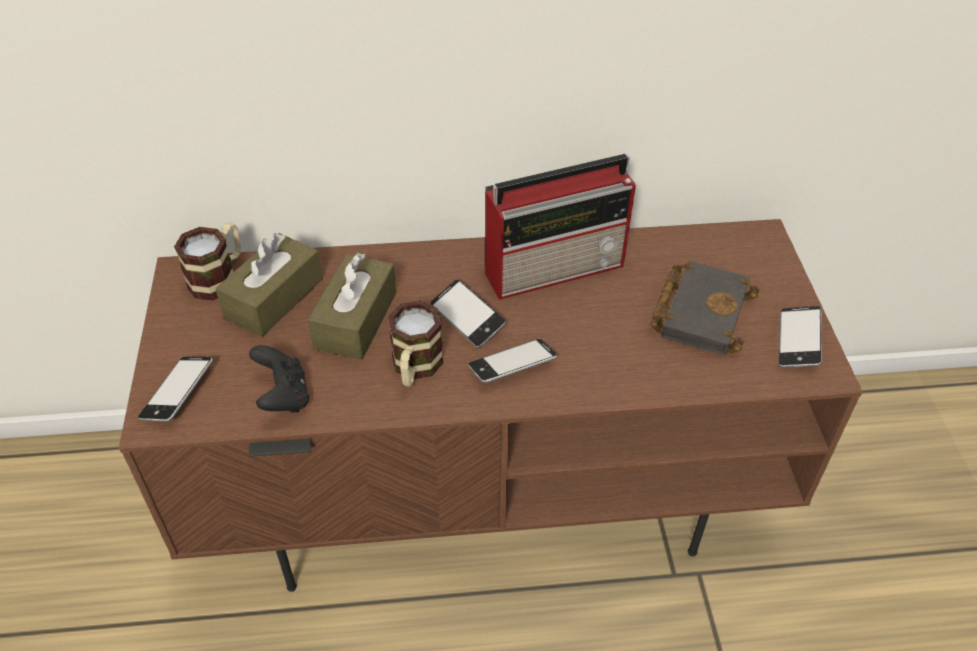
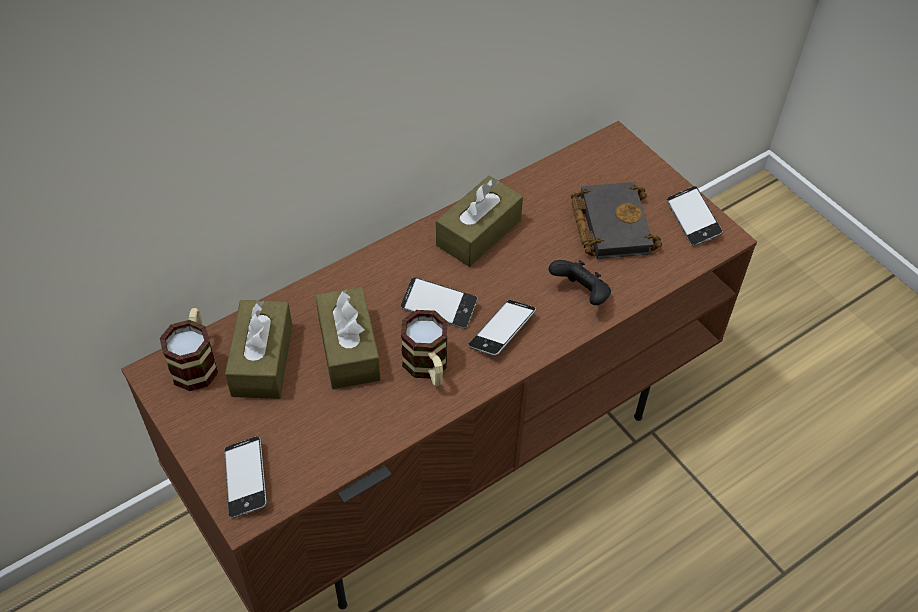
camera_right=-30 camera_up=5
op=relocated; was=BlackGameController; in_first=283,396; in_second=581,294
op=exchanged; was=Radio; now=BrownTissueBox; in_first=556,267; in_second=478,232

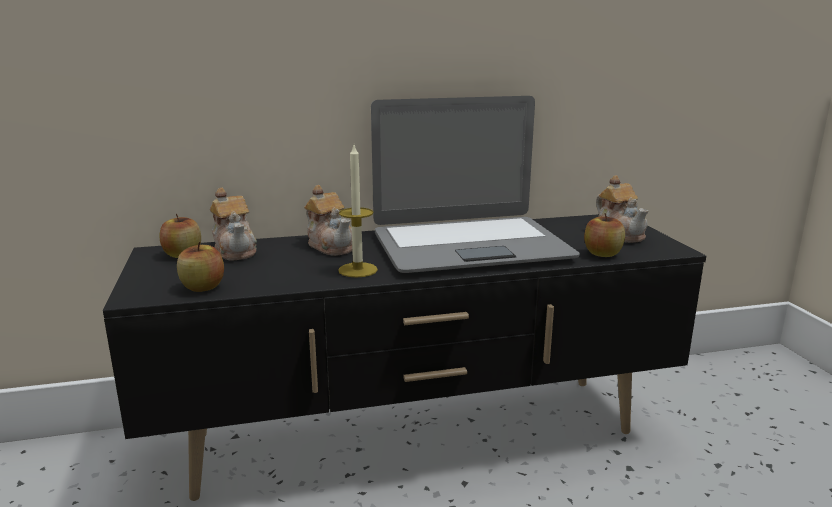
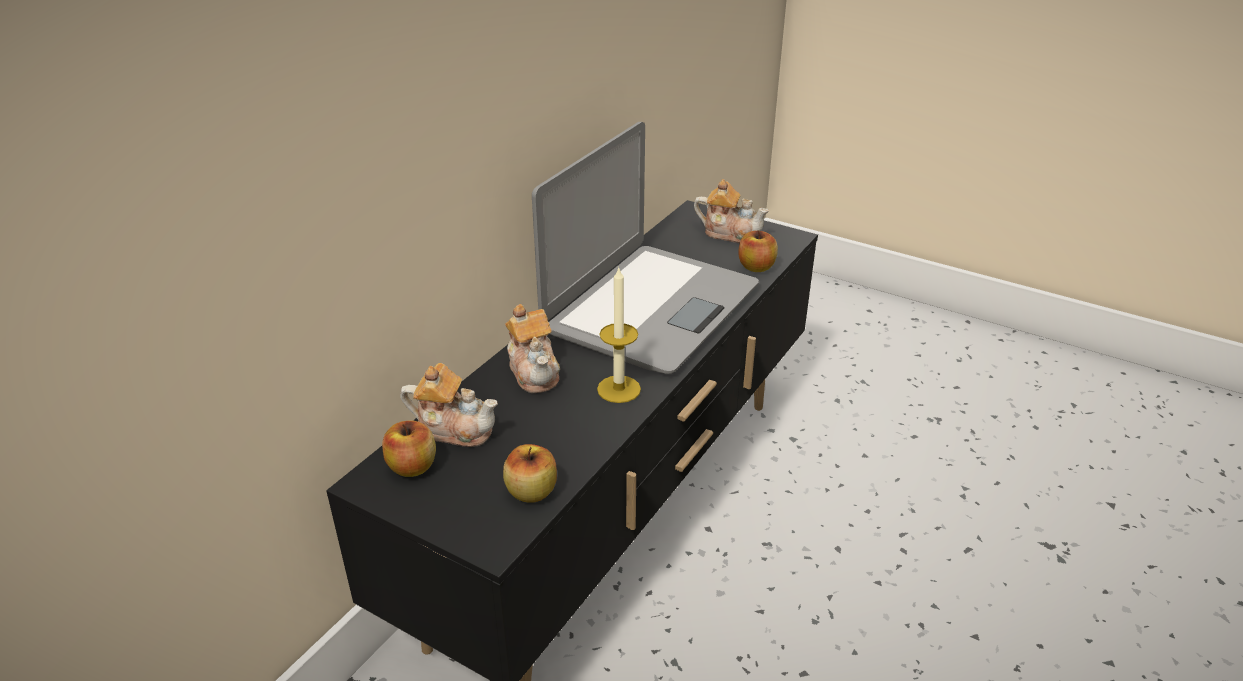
camera_right=-45 camera_up=15
op=spun; was=Teapot; in_first=331,246; in_second=534,371; clockwise=60

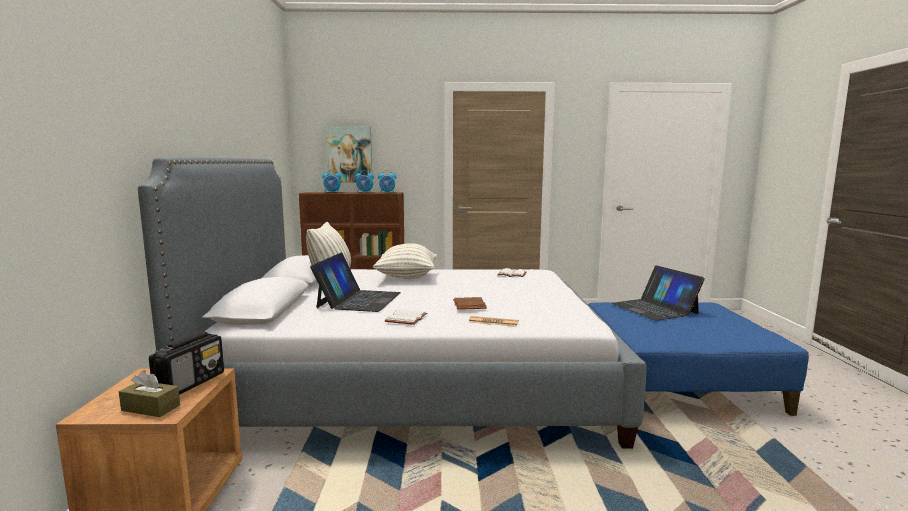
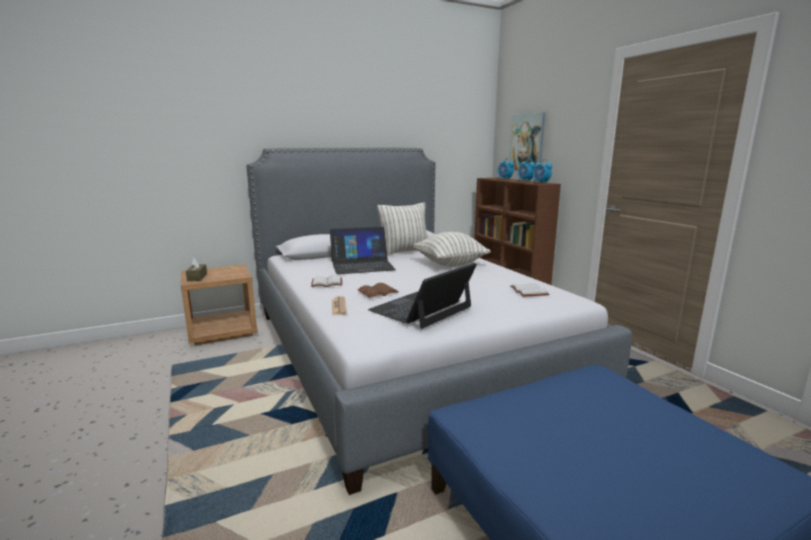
camera_right=65 camera_up=5
op=missing; was=Radio; in_first=191,383
op=relocated; was=Laptop; in_first=654,308; in_second=421,309

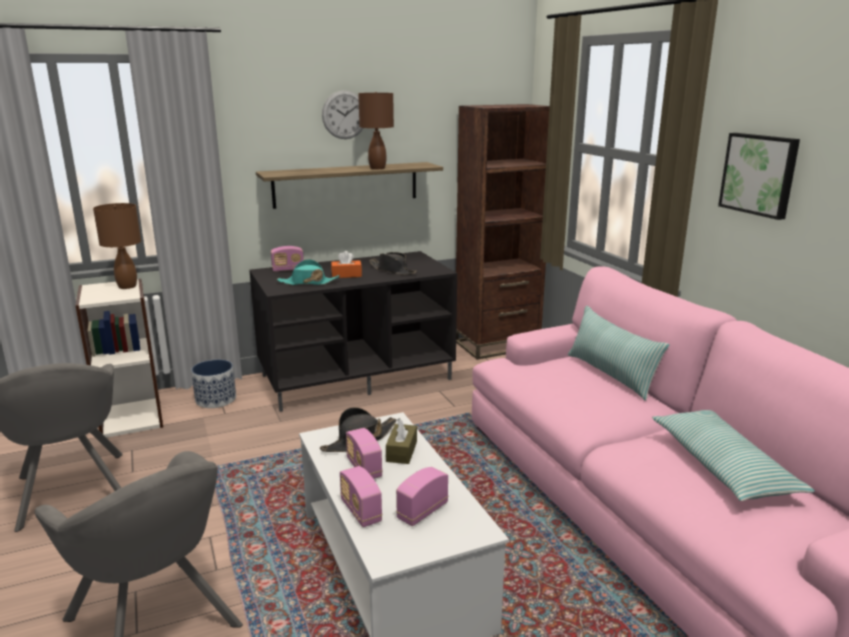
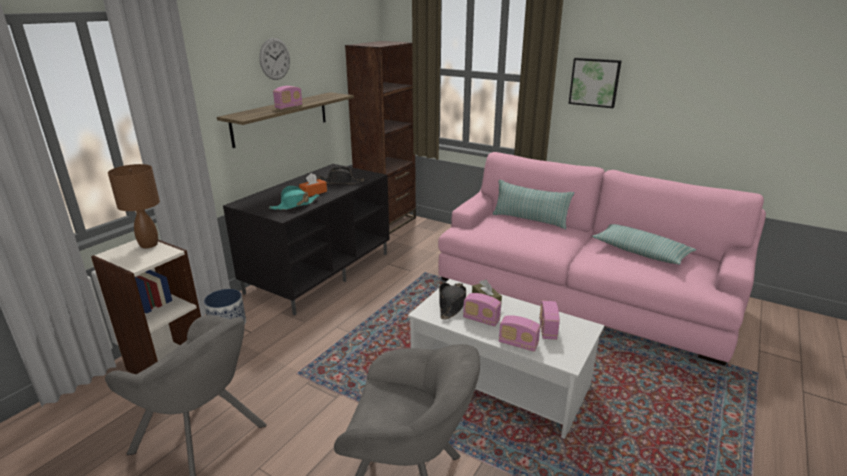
camera_right=-35 camera_up=5
op=relocated; was=Radio; in_first=288,270; in_second=289,107
op=missing; was=BrownTableLamp; in_first=378,168

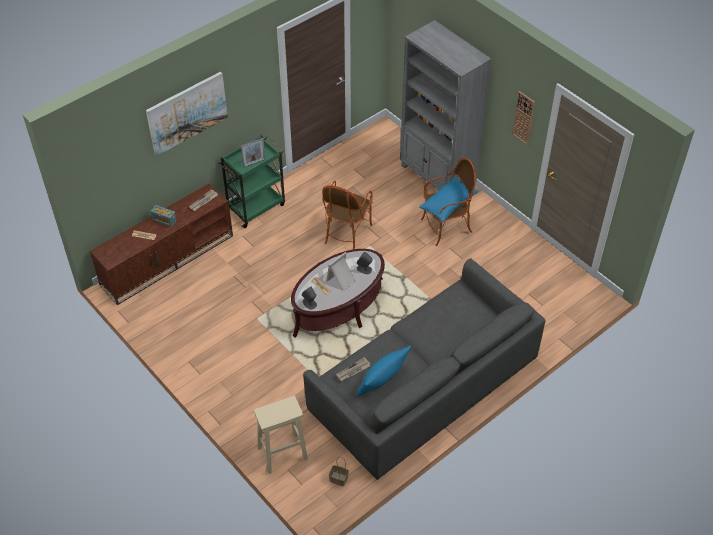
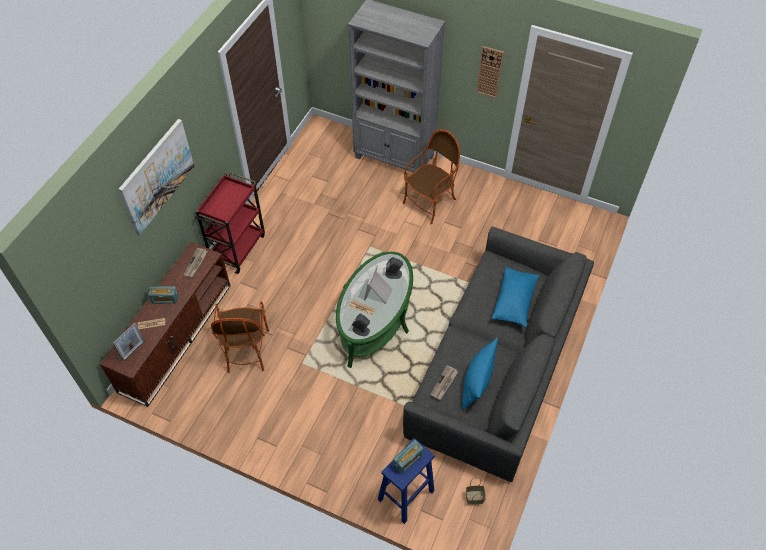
camera_right=-25 camera_up=5
op=colour; was=GreenCart; now=RedCart; in_first=256,207; in_second=237,247
op=relocated; was=PictureFrame; in_first=254,163; in_second=133,350
op=colour; was=BeigeStool; now=BlueStool; in_first=283,453; in_second=406,494
op=colour; was=BrownCoffeeTable; now=GreenCoffeeTable; in_first=339,307; in_second=375,319
op=relocated; was=Armchair; in_first=347,233; in_second=246,350
op=relocated; was=BluePillow; in_first=448,205; in_second=514,301
op=appeared; now=Radio; in_second=408,460

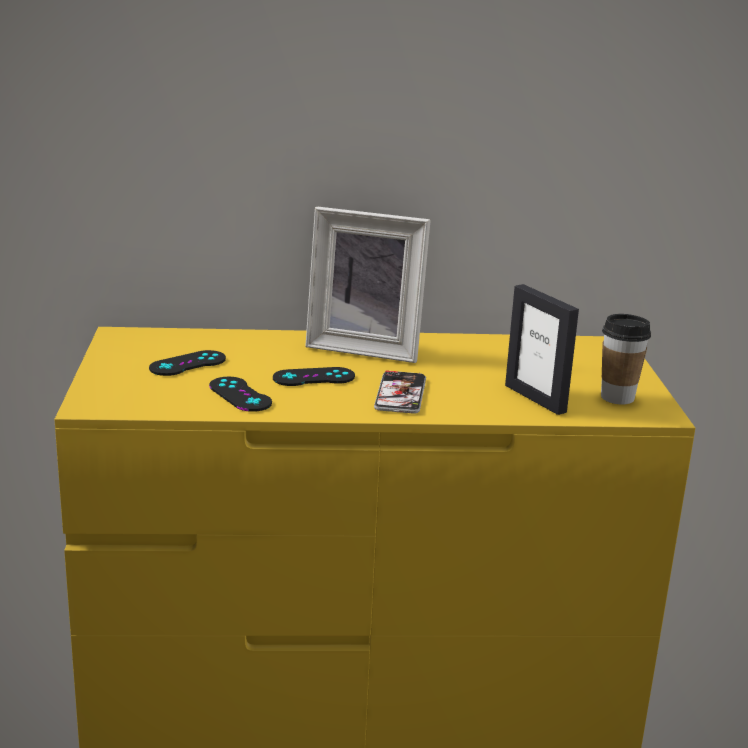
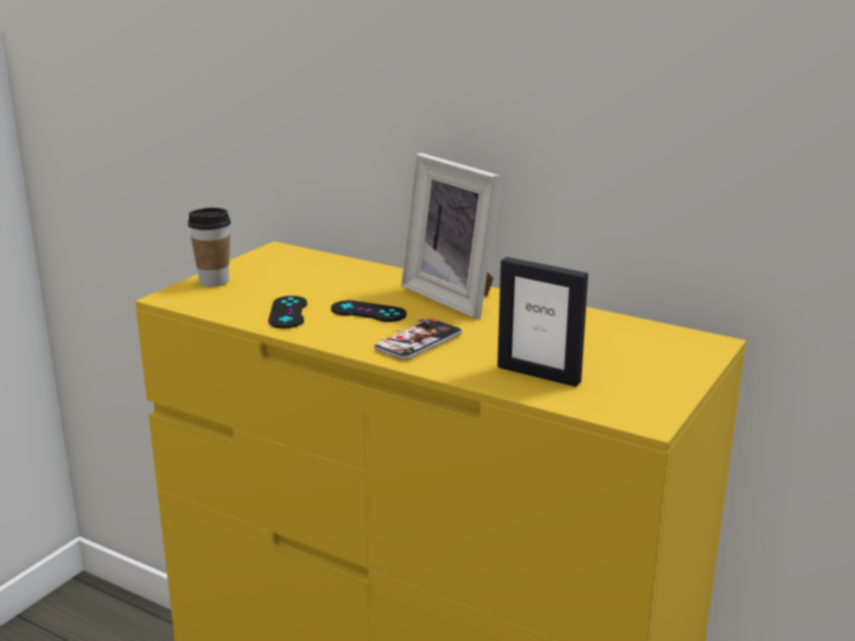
camera_right=35 camera_up=0
op=missing; was=BlackGameController; in_first=188,364
op=spun; was=PictureFrame; in_first=535,398; in_second=539,374; clockwise=-60
op=relocated; was=Cup; in_first=617,397; in_second=214,281

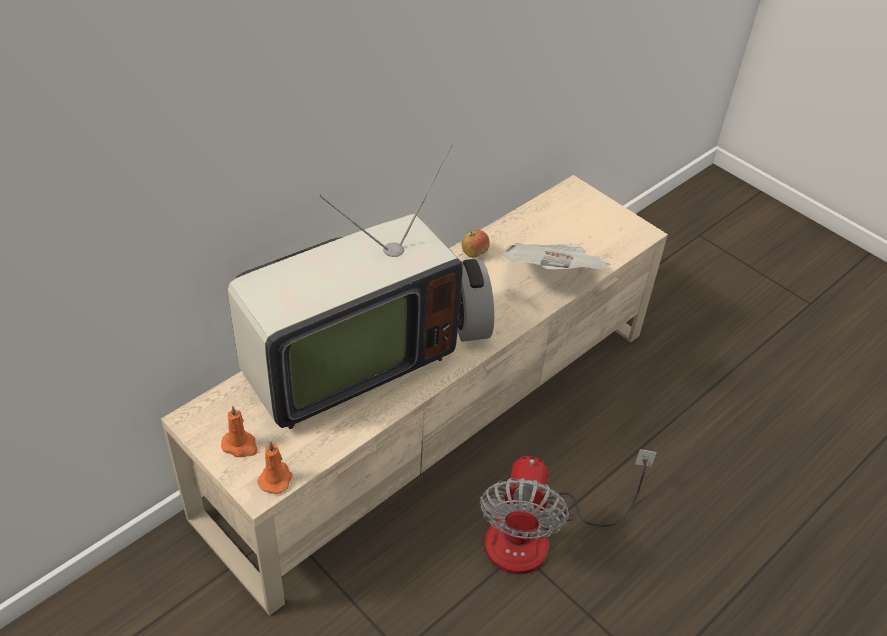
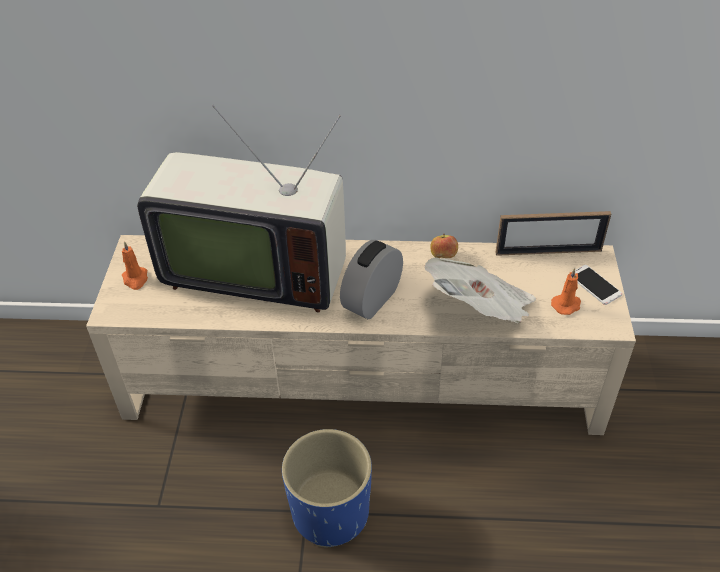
camera_right=50 camera_up=0
op=relocated; was=OrangeCandle; in_first=276,478; in_second=566,305
op=exchanged; was=Fan; now=BluePlanter; in_first=538,536; in_second=331,513
op=appeared; now=PictureFrame; in_second=548,252
op=appeared; now=Phone; in_second=594,285

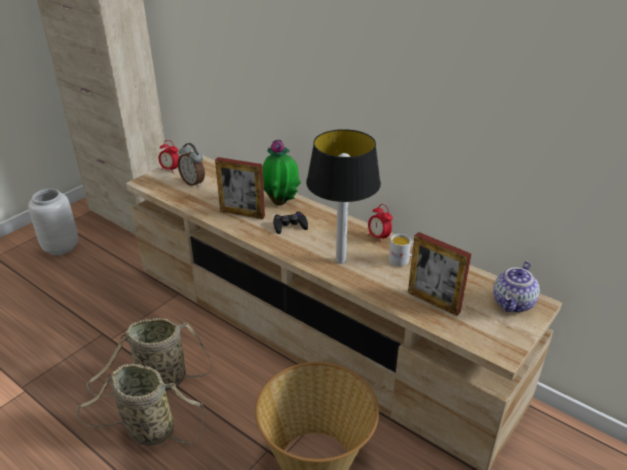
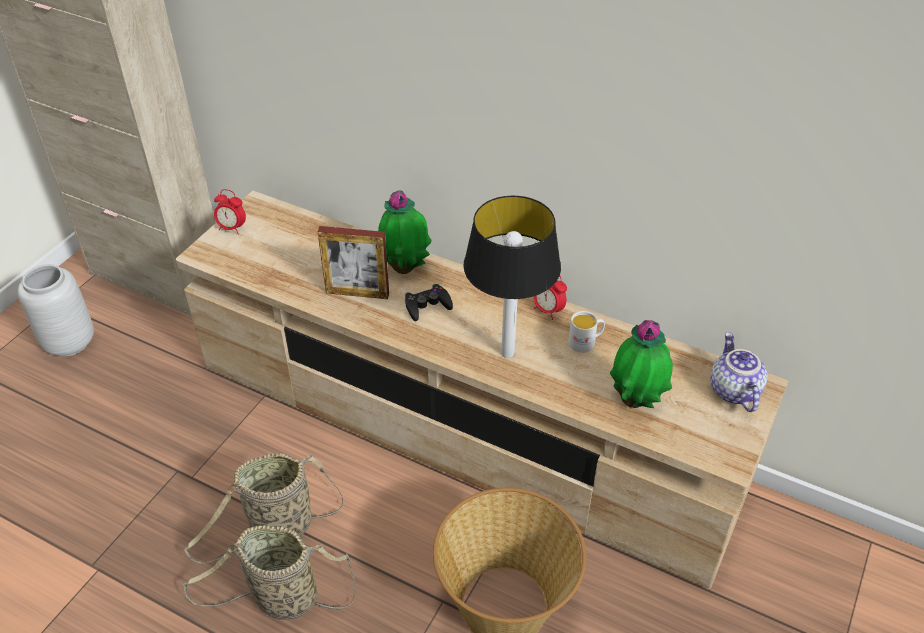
camera_right=-10 camera_up=10
op=missing; was=AlarmClock; in_first=193,183
op=exchanged; was=PictureFrame; now=PottedPlant; in_first=433,302; in_second=636,400
op=spun; was=Teapot; in_first=514,304; in_second=732,390; clockwise=150

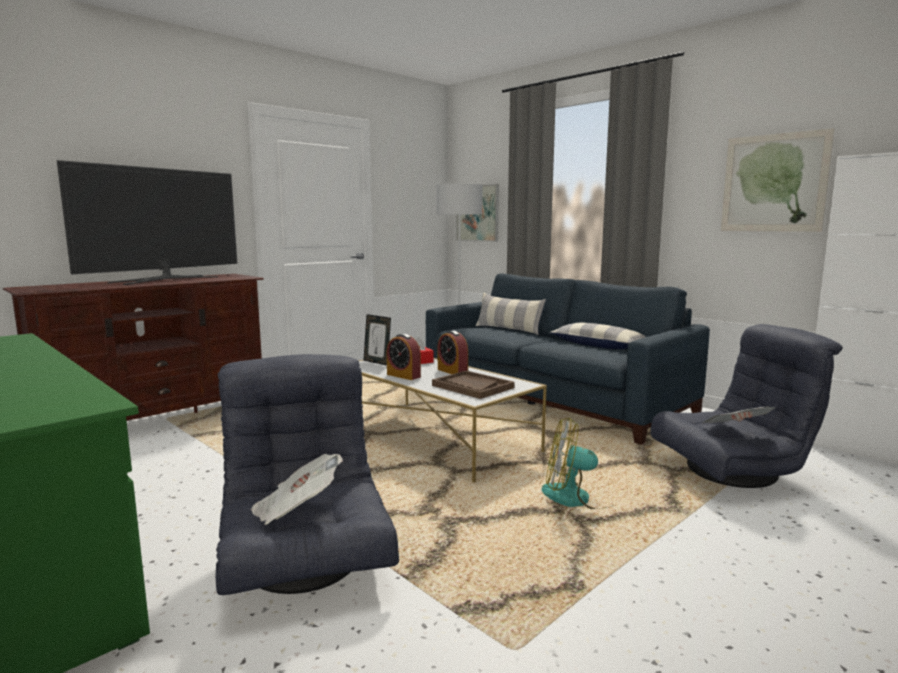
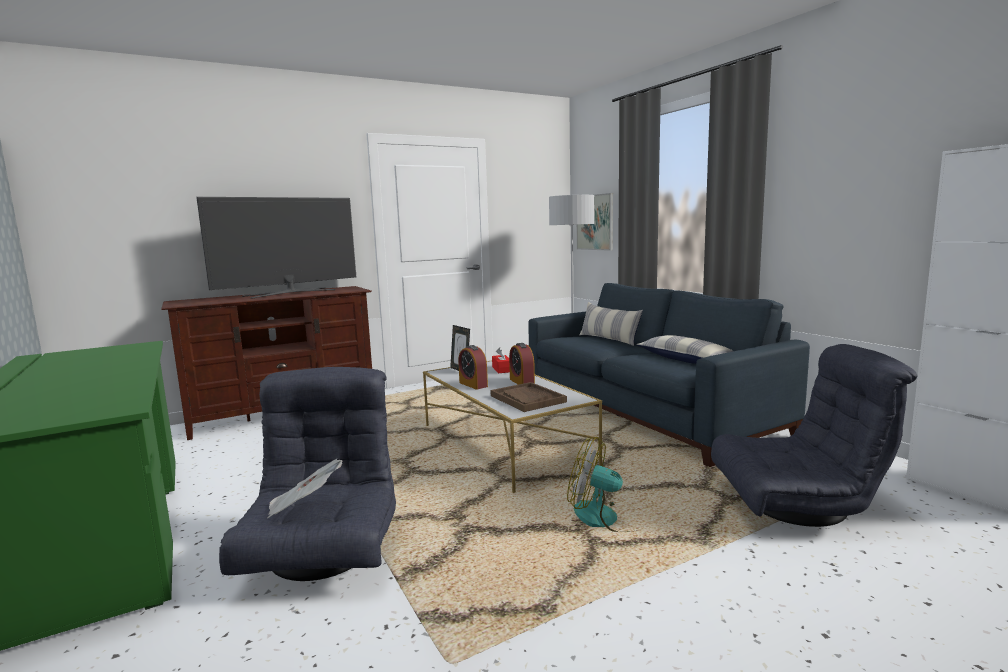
camera_right=15 camera_up=0
op=missing; was=Newspaper; in_first=735,432
op=missing; was=Picture; in_first=773,183

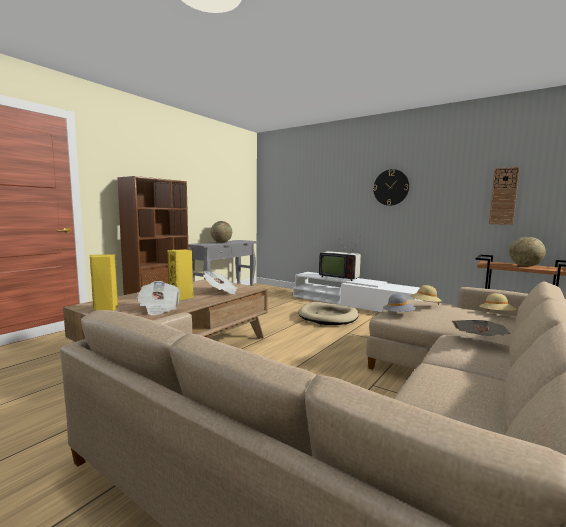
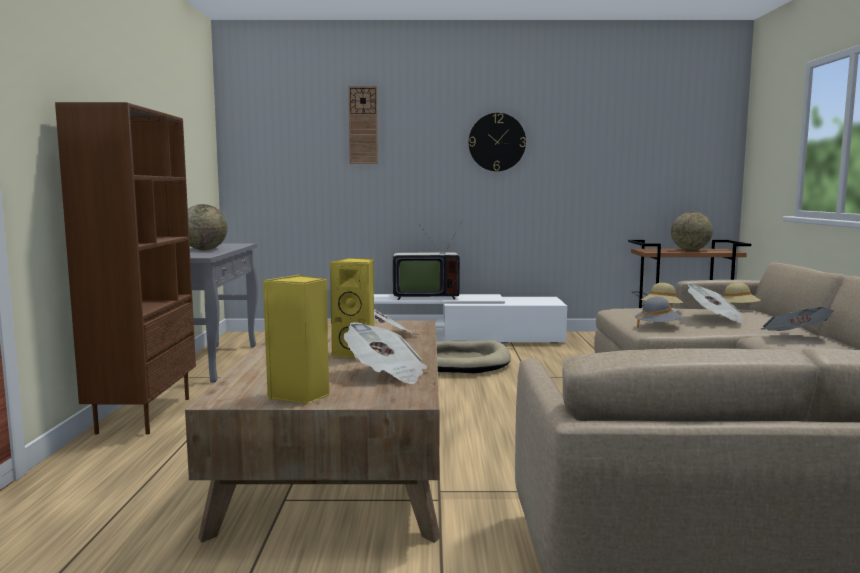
camera_right=-35 camera_up=0
op=relocated; was=WallClock; in_first=503,196; in_second=363,125
op=appeared; now=Newspaper; in_second=715,318

